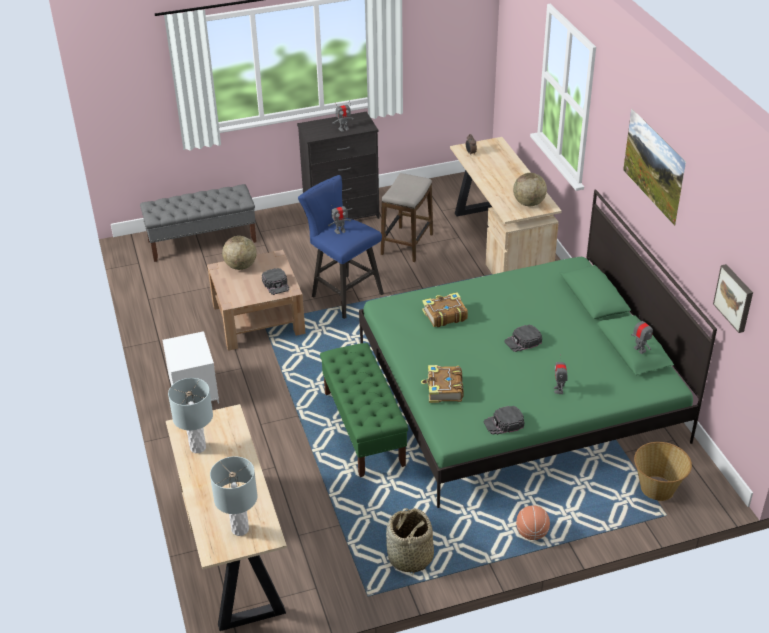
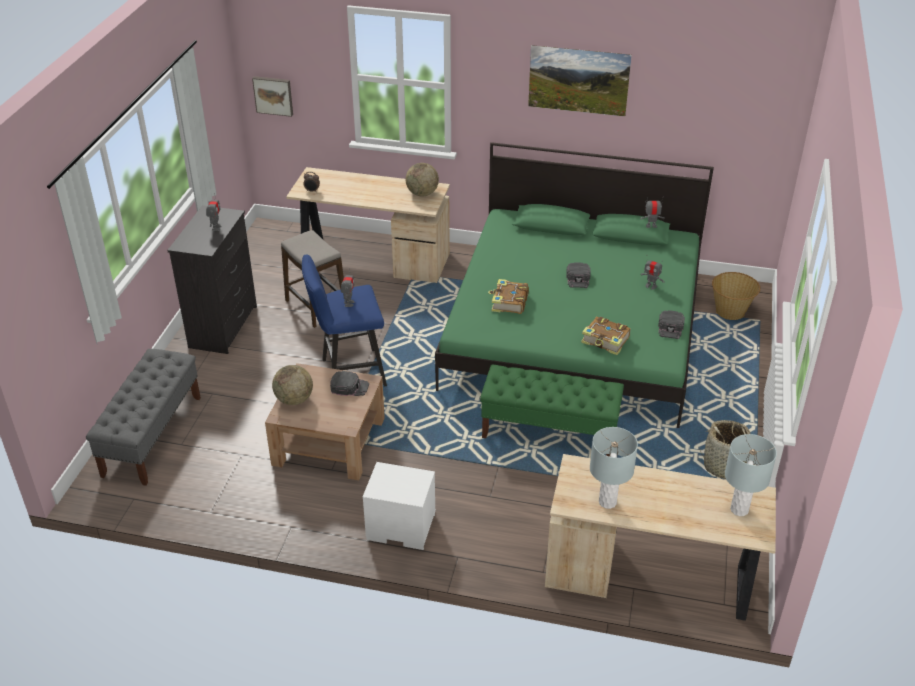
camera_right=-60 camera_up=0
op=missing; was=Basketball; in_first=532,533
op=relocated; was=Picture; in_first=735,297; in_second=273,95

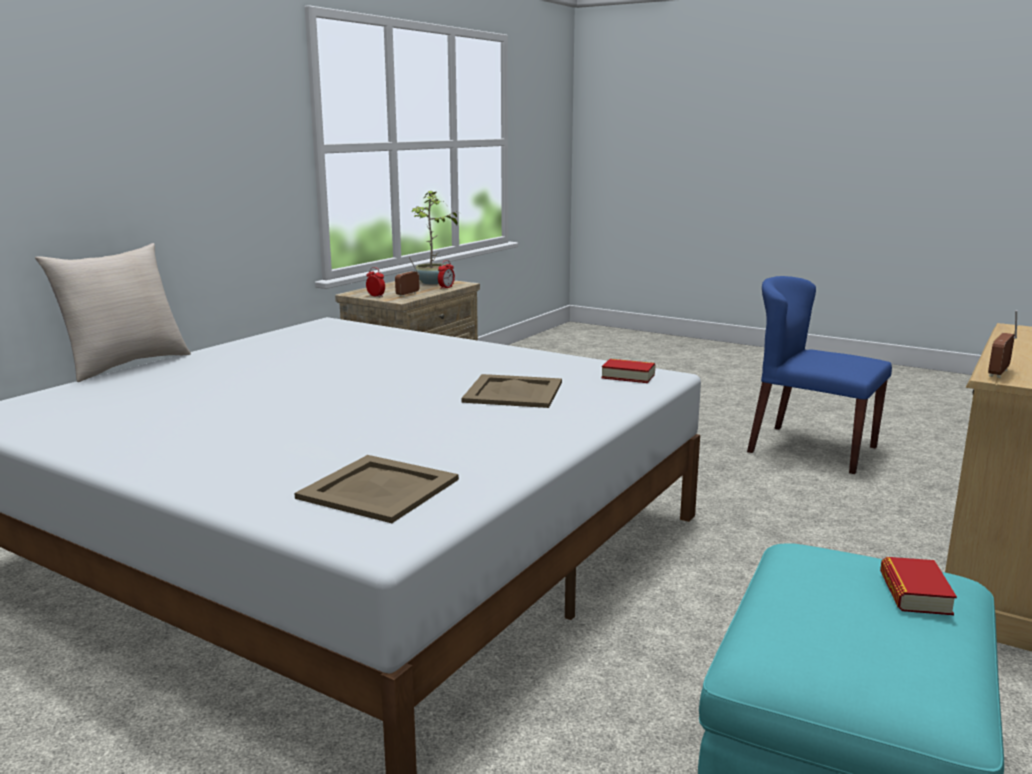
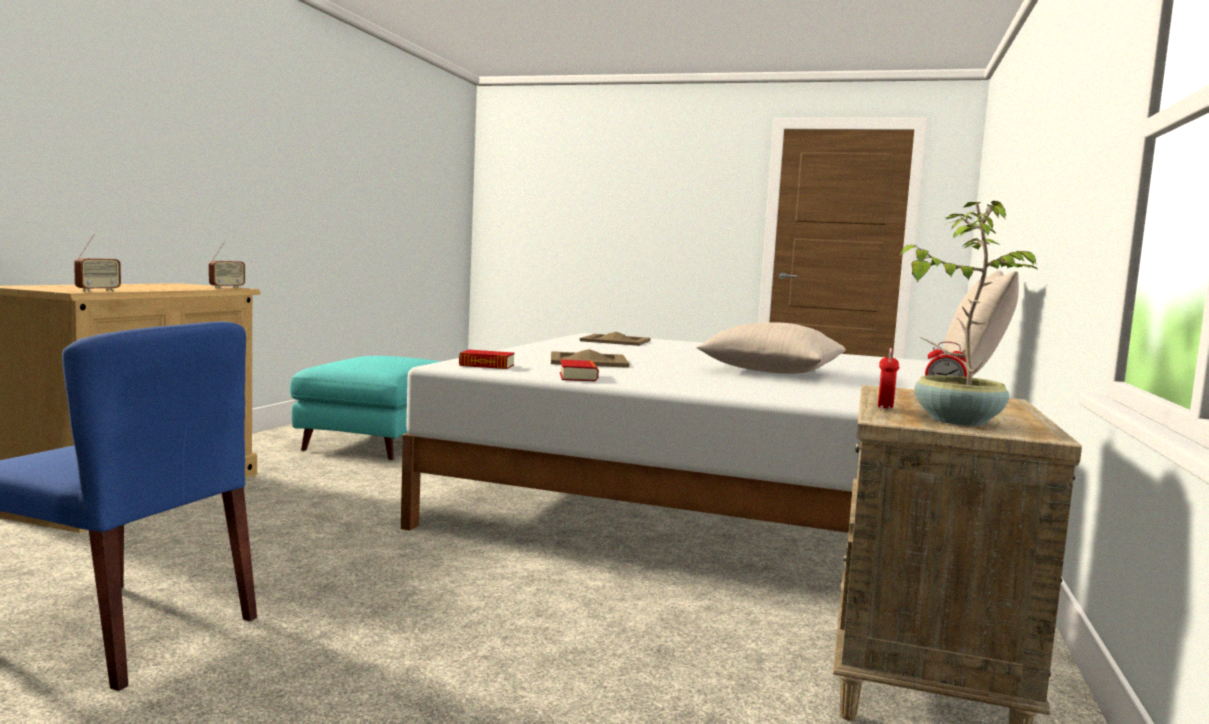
camera_right=165 camera_up=-10
op=relocated; was=Radio; in_first=408,295; in_second=98,291
op=relocated; was=Book; in_first=915,593; in_second=578,377
op=appeared; now=BeigePillow; in_second=772,371

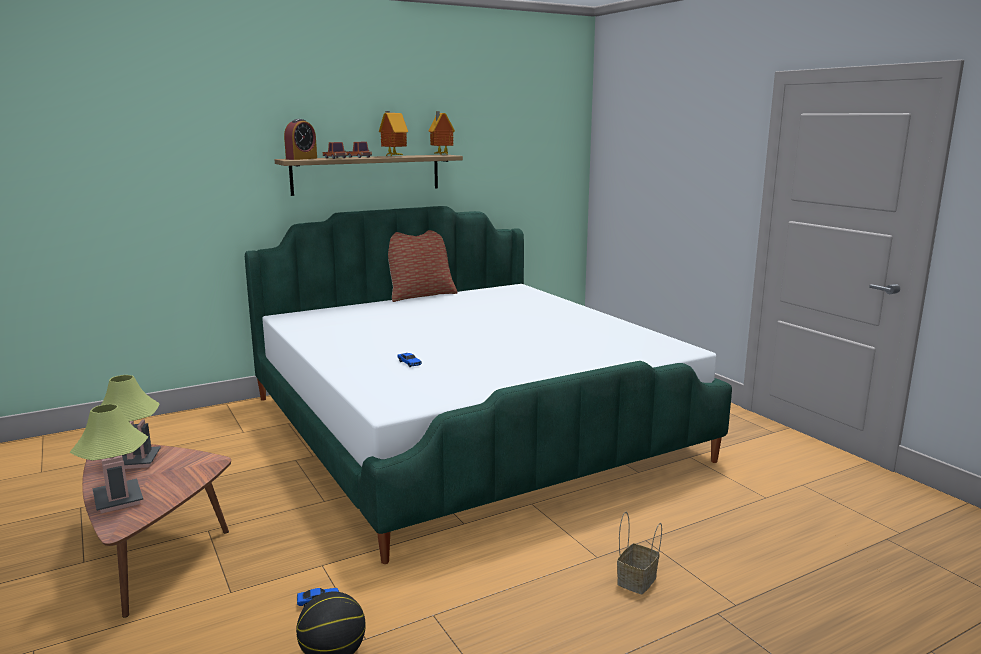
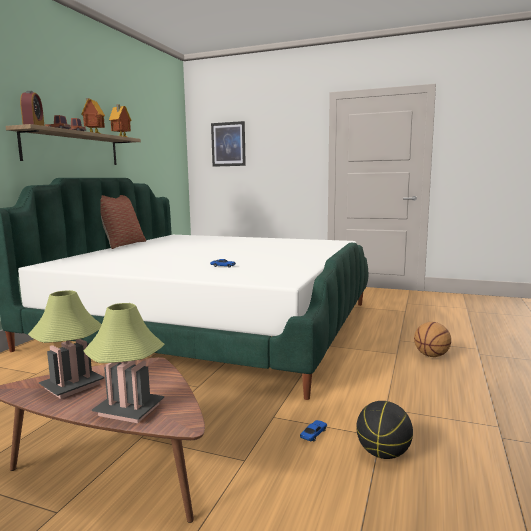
camera_right=-40 camera_up=-5
op=exchanged; was=Basket; now=Basketball; in_first=637,582; in_second=431,356
op=appeared; now=Picture; in_second=228,144

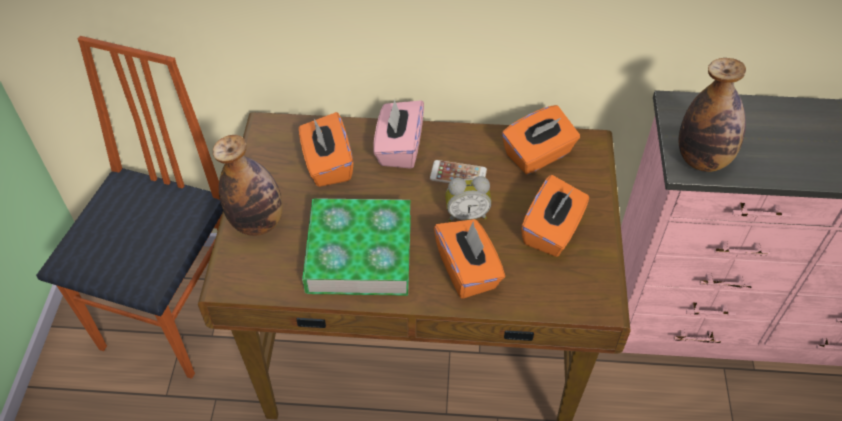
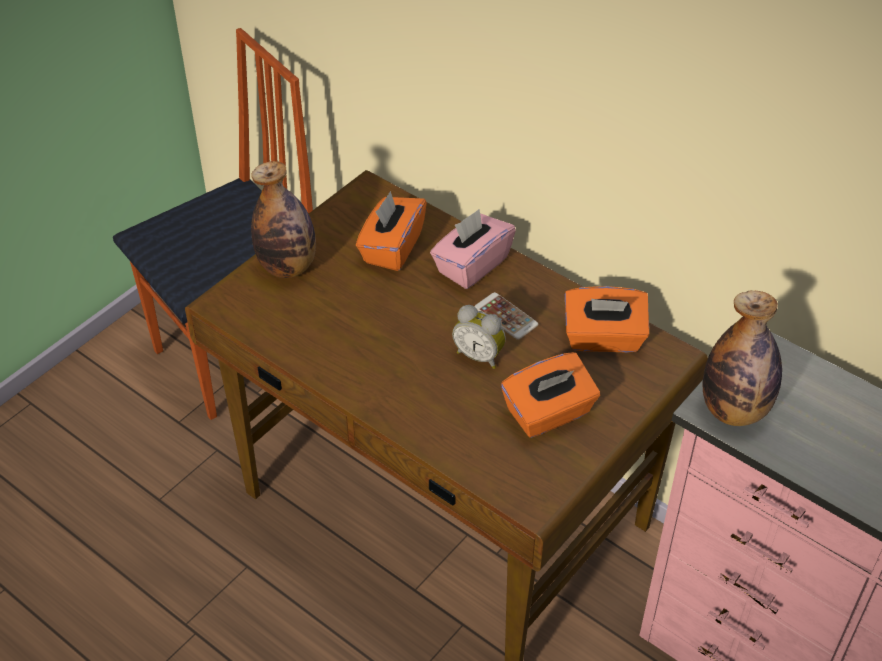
camera_right=35 camera_up=-5
op=missing; was=Book; in_first=359,253
op=missing; was=OrangeTissueBox; in_first=468,271

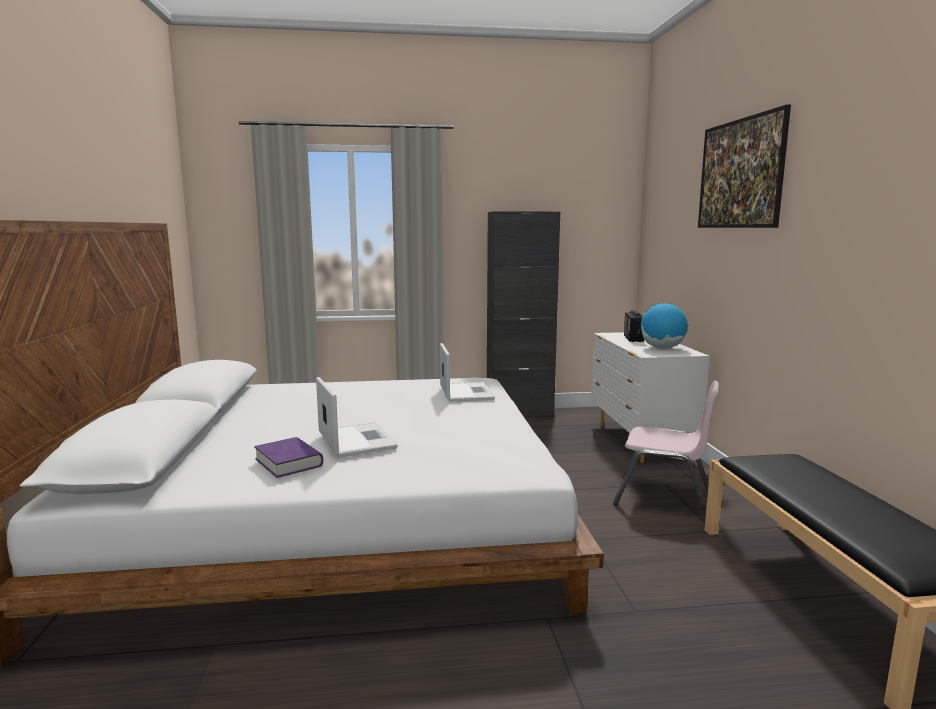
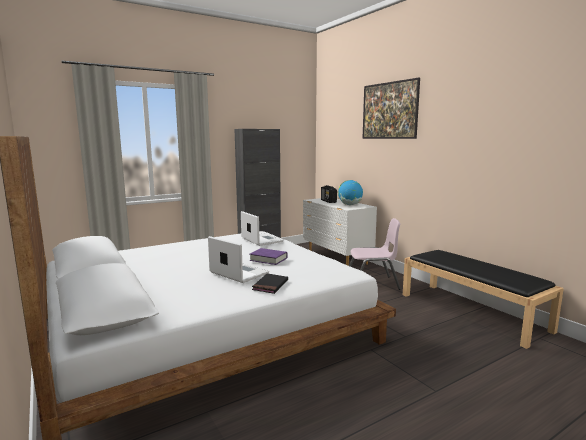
camera_right=-25 camera_up=0
op=relocated; was=PurpleBook; in_first=288,462; in_second=268,259
op=appeared; now=BlackBook; in_second=270,285

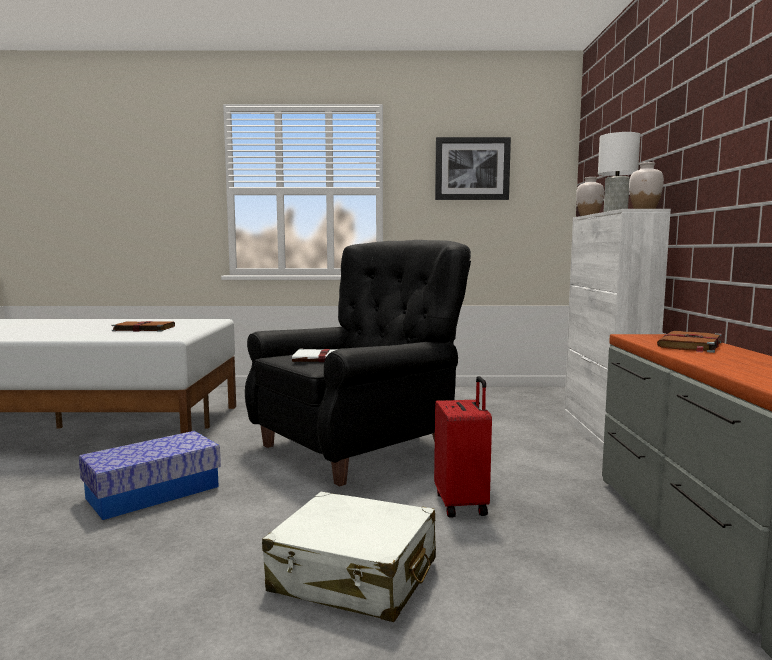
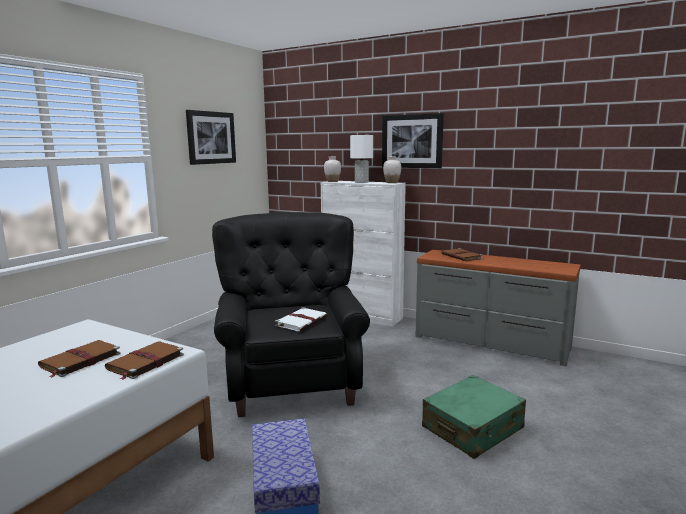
camera_right=-60 camera_up=5
op=colour; was=WhiteSuitcase; now=GreenSuitcase; in_first=354,576; in_second=473,428
op=missing; was=RedSuitcase; in_first=462,504
op=appeared; now=BrownBook; in_second=145,362
op=appeared; now=Picture; in_second=412,141

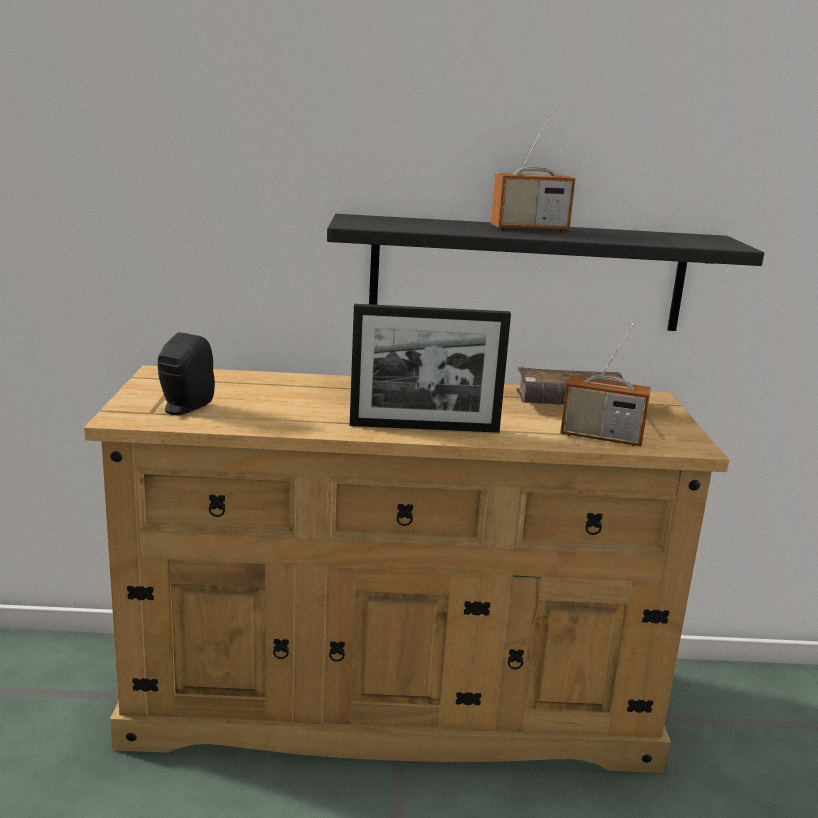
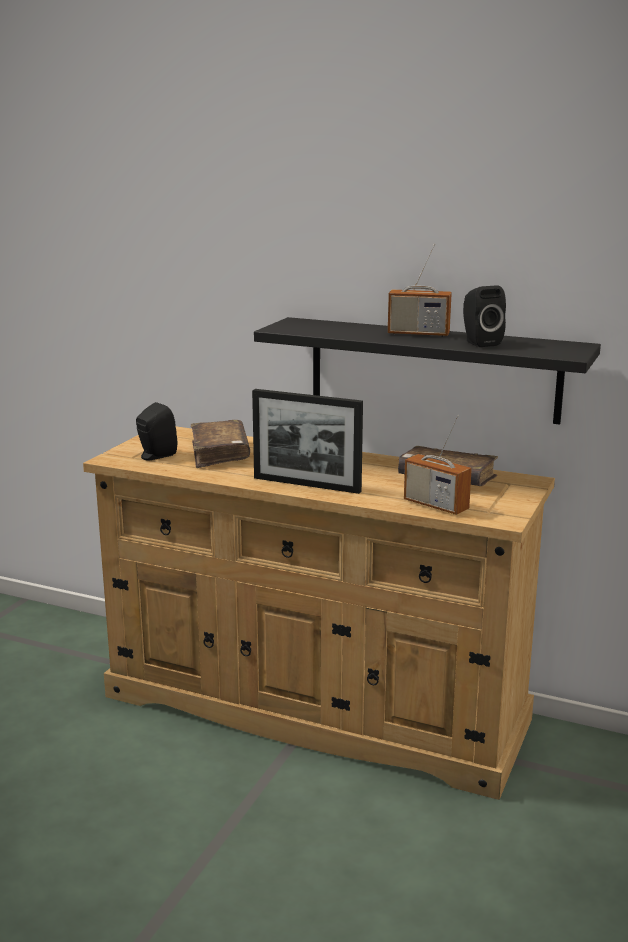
camera_right=25 camera_up=0
op=appeared; now=BrownBook; in_second=220,453
op=appeared; now=BlackSpeaker; in_second=479,343

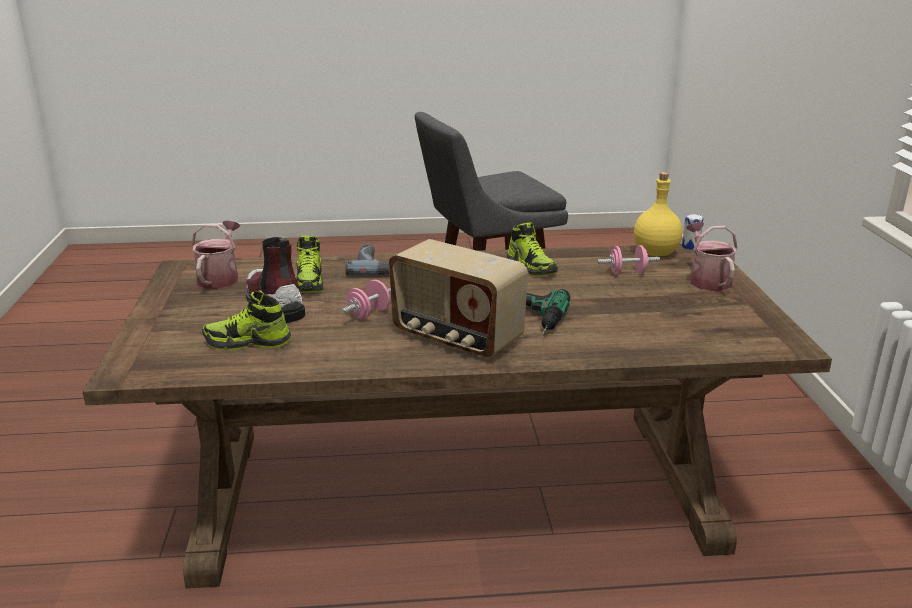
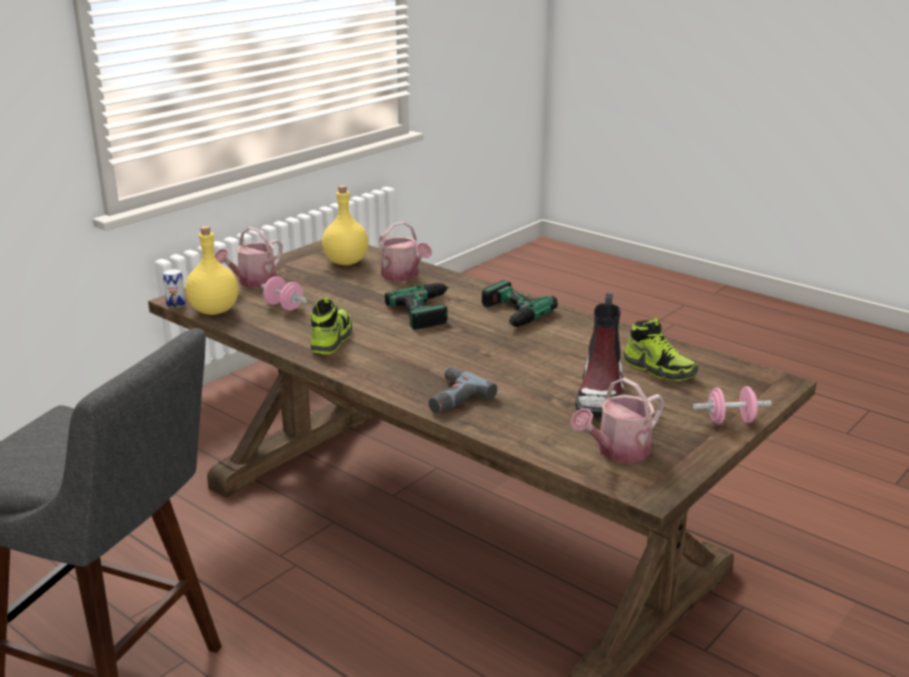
camera_right=-135 camera_up=0
op=missing; was=Shoe; in_first=310,282
op=relocated; was=PinkDumbbell; in_first=369,314; in_second=730,421
op=exchanged; was=Radio; now=PowerDrill; in_first=456,338; in_second=505,315
op=appeared; now=YellowBottle; in_second=345,262
op=appeared; now=WateringCan; in_second=403,276

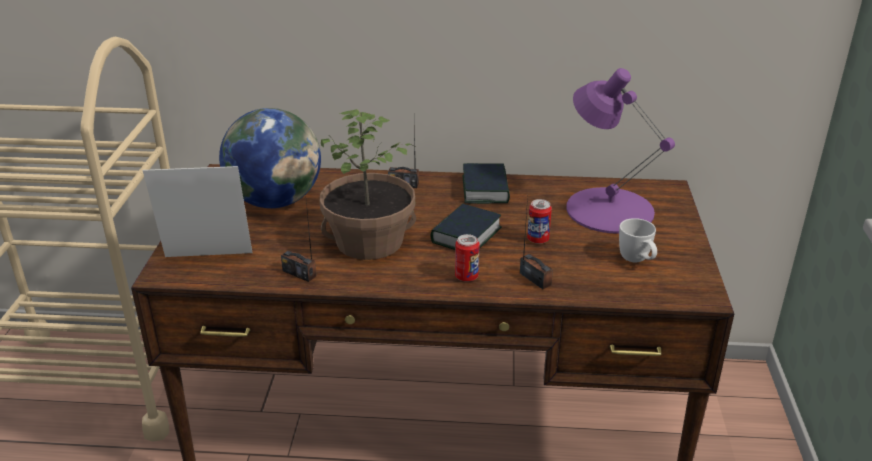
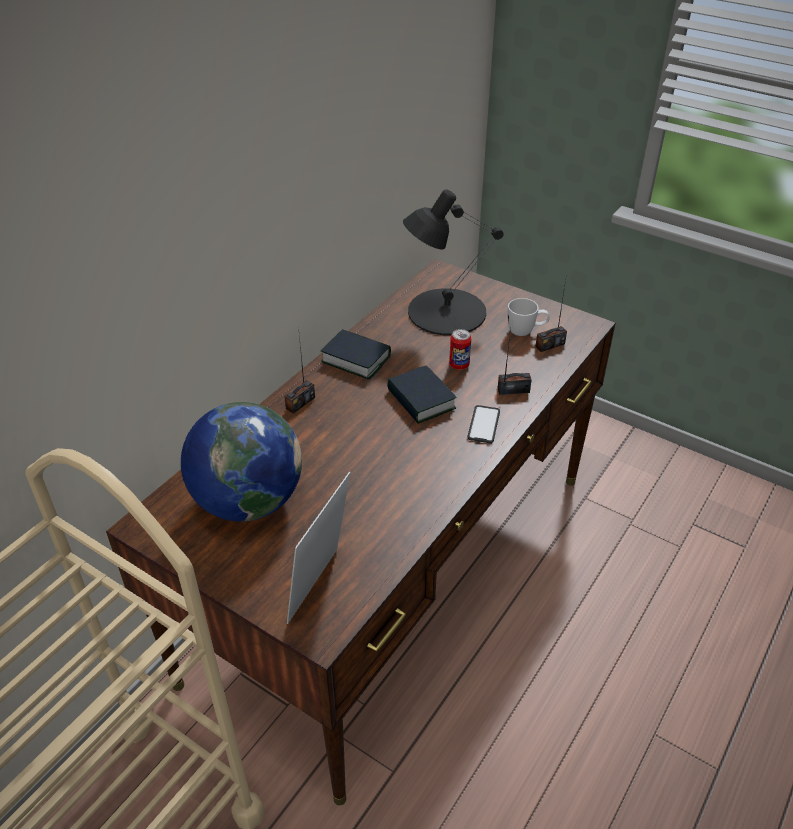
camera_right=-60 camera_up=10
op=relocated; was=Radio; in_first=299,273; in_second=550,345
op=missing; was=PottedPlant; in_first=369,242
op=exchanged; was=Can; now=Phone; in_first=466,277; in_second=483,425
op=colour; was=PurpleTableLamp; now=BlackTableLamp; in_first=609,209; in_second=445,311

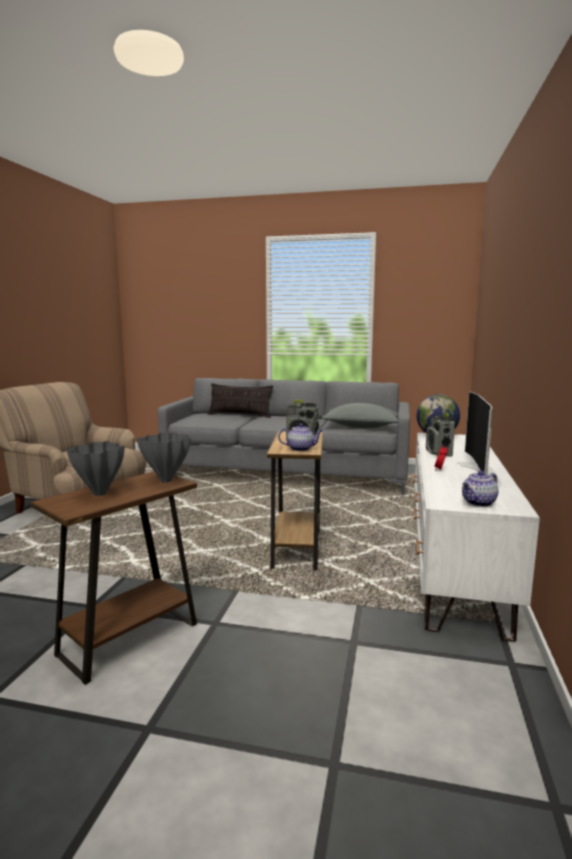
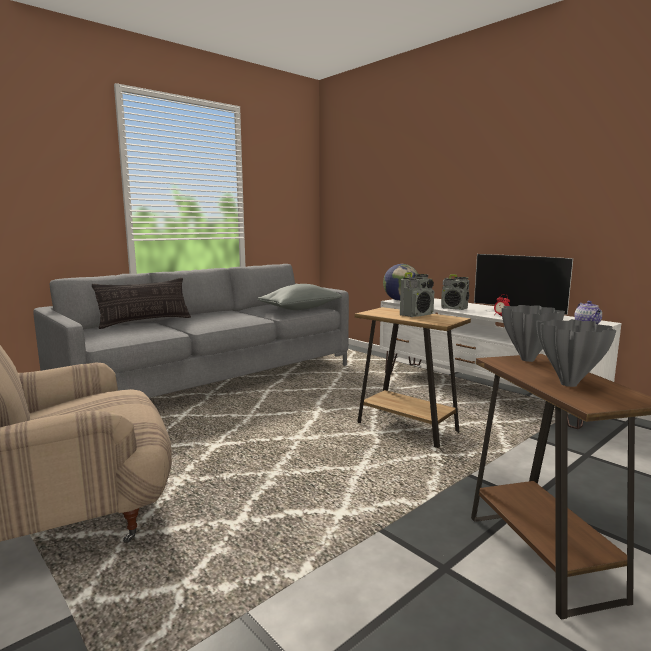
camera_right=-55 camera_up=0
op=missing; was=Teapot; in_first=301,449

